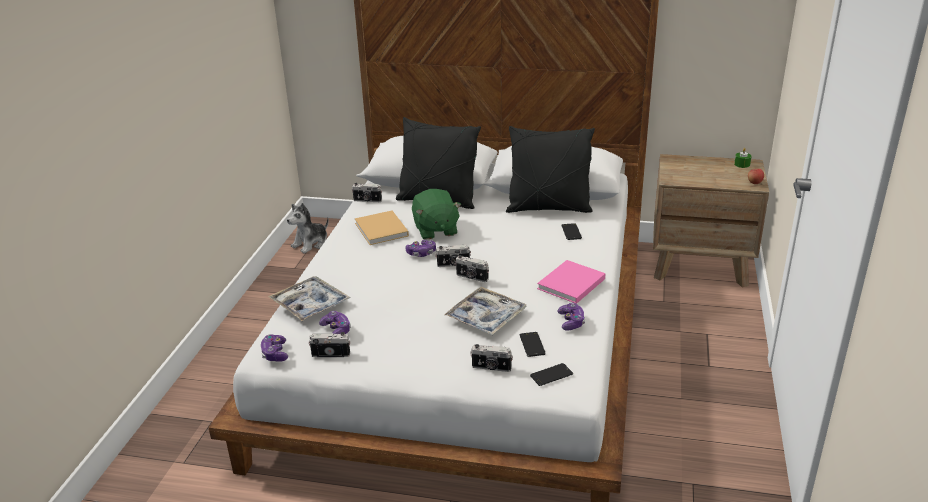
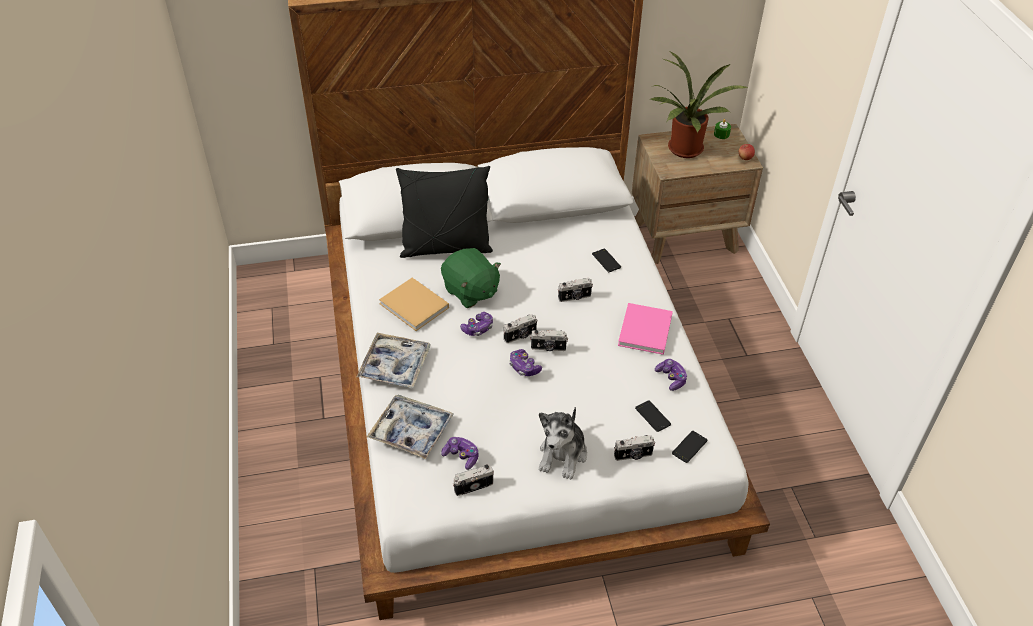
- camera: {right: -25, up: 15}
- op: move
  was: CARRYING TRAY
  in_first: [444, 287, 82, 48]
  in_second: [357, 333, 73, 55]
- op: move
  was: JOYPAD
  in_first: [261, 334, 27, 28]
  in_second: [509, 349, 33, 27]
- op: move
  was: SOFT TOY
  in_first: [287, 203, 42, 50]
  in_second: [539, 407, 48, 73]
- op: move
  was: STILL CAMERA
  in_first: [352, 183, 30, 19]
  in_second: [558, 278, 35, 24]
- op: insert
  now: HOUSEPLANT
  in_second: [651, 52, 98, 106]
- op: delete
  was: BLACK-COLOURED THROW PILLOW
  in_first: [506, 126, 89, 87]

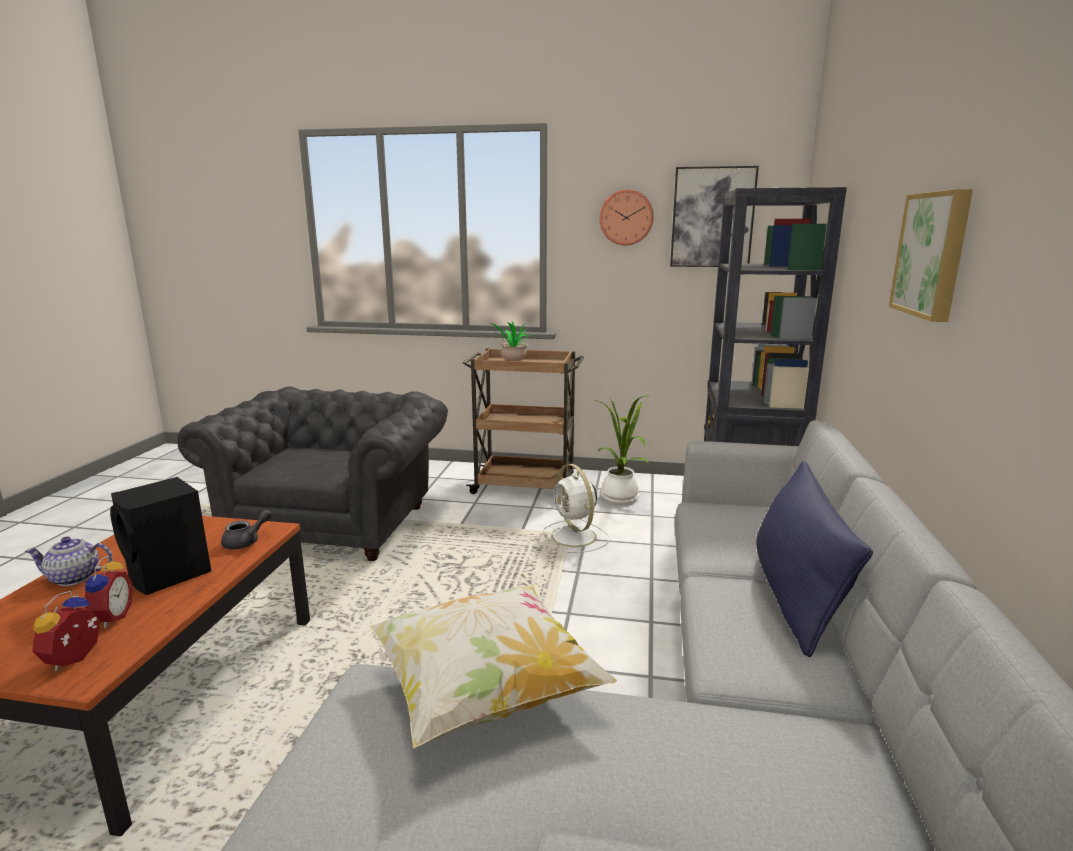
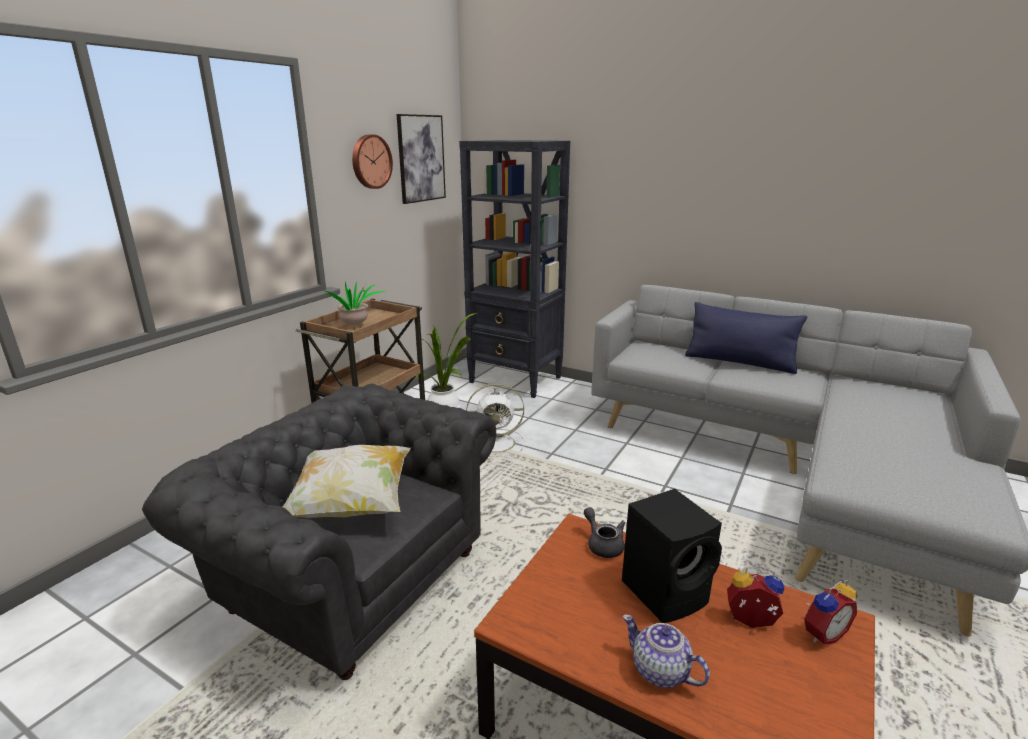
- camera: {right: -70, up: 5}
- op: move
  was: THROW PILLOW
  in_first: [369, 584, 248, 165]
  in_second: [283, 445, 128, 73]
- op: rotate
  was: POT FOR TEA
  in_first: [25, 537, 88, 49]
  in_second: [622, 614, 88, 74]
  clockwise: 120
- op: rotate
  was: ALARM CLOCK
  in_first: [32, 591, 68, 80]
  in_second: [804, 580, 53, 65]
  clockwise: -60
- op: delete
  was: WALL PICTURE
  in_first: [889, 189, 84, 133]

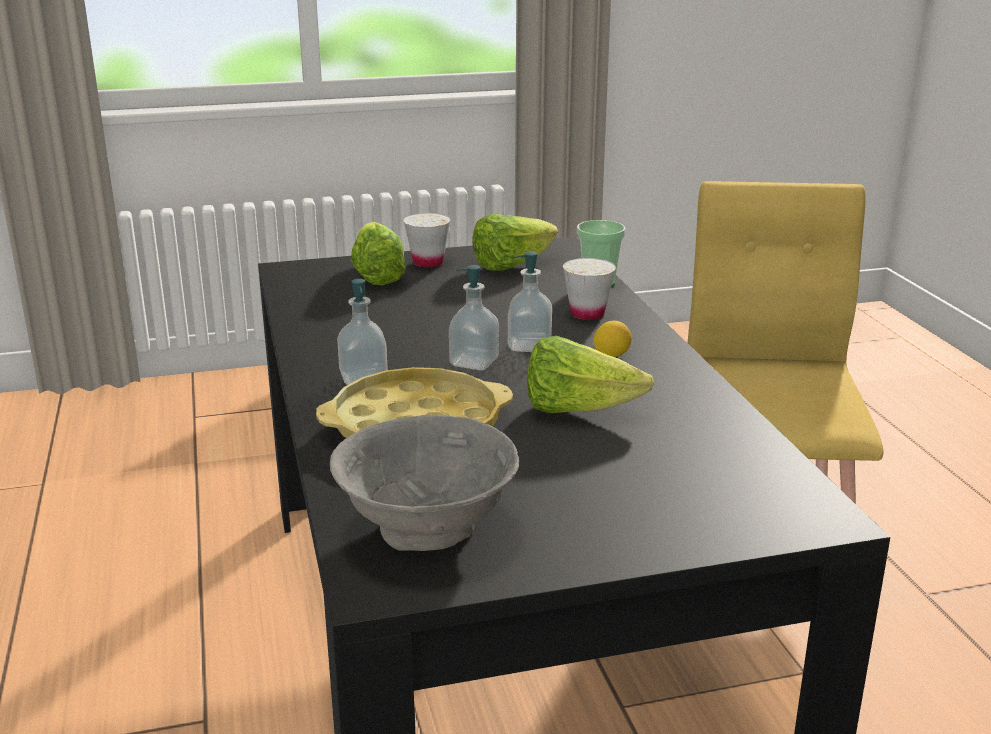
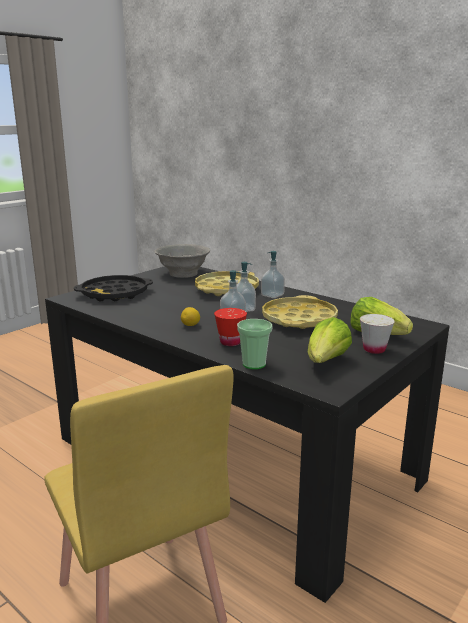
- camera: {right: 145, up: -5}
- op: insert
  now: BLACK-COLOURED CARRYING TRAY
  in_second: [74, 275, 79, 26]
- op: recolor
  was: WHITISH DRINKING CUP
  now: RED DRINKING CUP
  in_first: [563, 258, 53, 62]
  in_second: [214, 308, 33, 38]
- op: insert
  now: YELLOW CARRYING TRAY
  in_second: [262, 295, 76, 34]
- op: delete
  was: LETTUCE HEAD
  in_first: [528, 336, 126, 77]

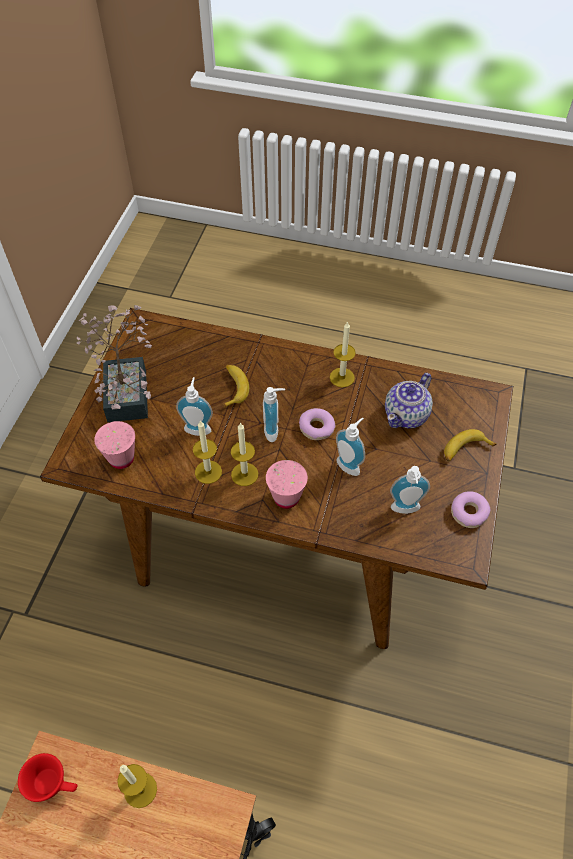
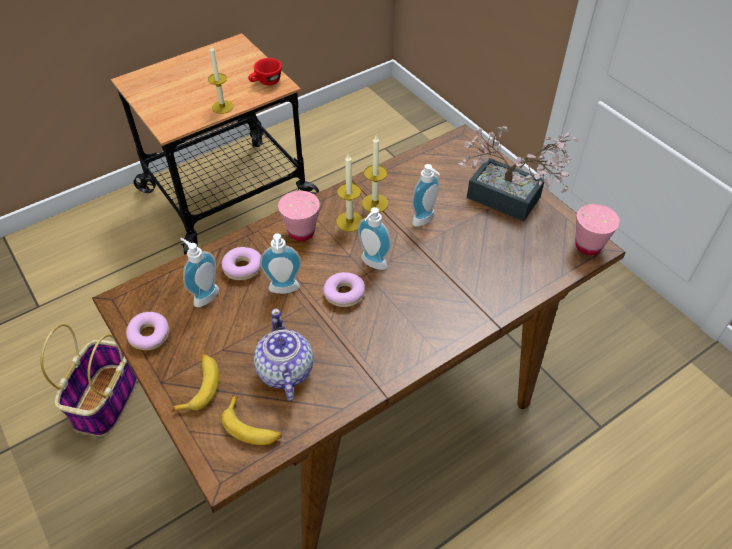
- camera: {right: 130, up: -5}
- op: insert
  now: HOUSEHOLD BASKET
  in_second: [40, 324, 97, 112]
- op: insert
  now: DONUT
  in_second: [222, 247, 39, 33]
- op: move
  was: WHOLE BANANA
  in_first: [224, 365, 25, 43]
  in_second: [222, 395, 60, 50]
- op: move
  was: PINK-COLOURED DRINKING CUP
  in_first: [94, 421, 41, 48]
  in_second: [576, 204, 44, 51]
- op: delete
  was: CANDLE
  in_first: [330, 321, 26, 66]

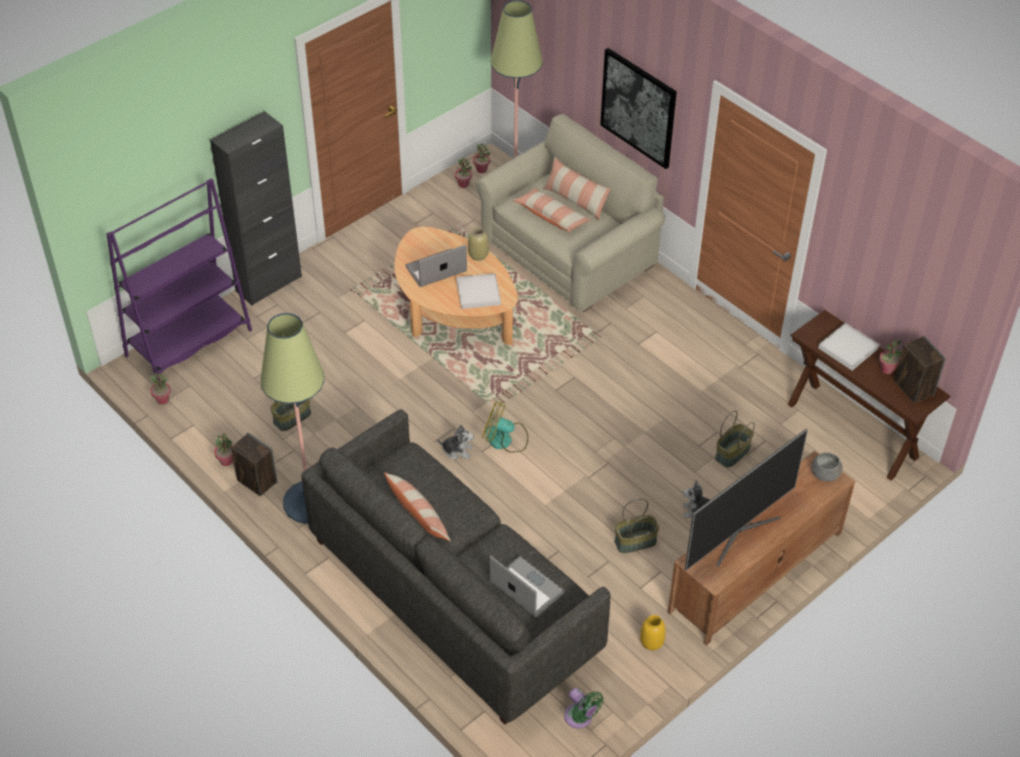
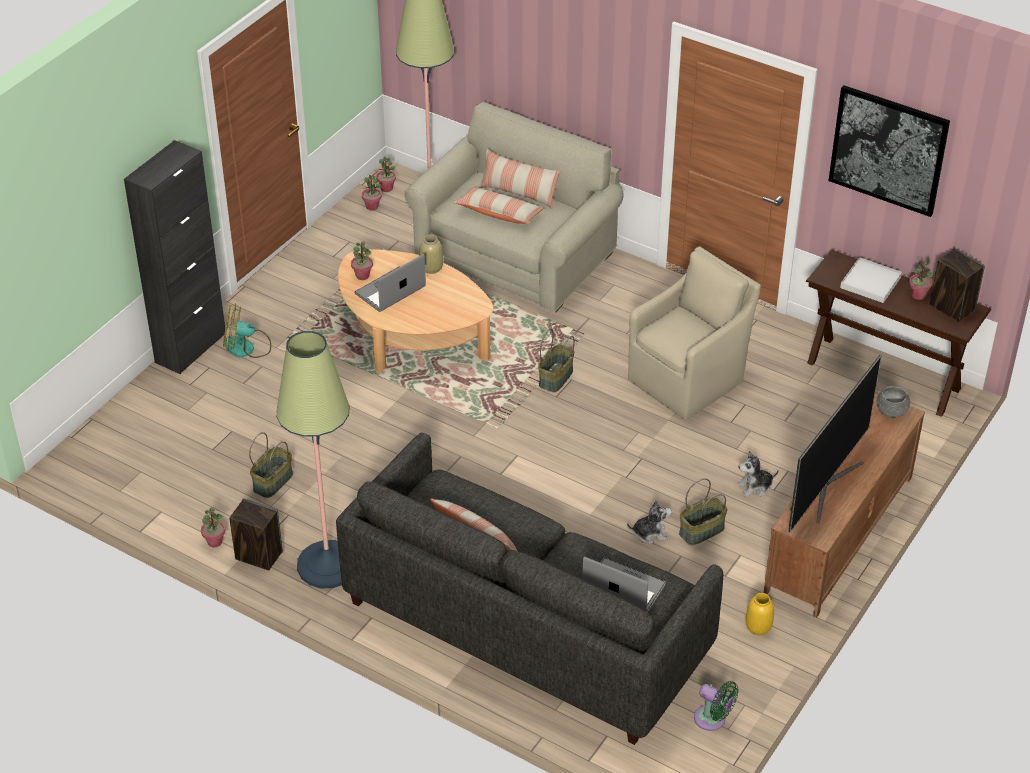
- camera: {right: -15, up: -5}
- op: move
  was: FAN
  in_first: [482, 400, 46, 53]
  in_second: [223, 303, 48, 55]
- op: move
  was: HOUSEPLANT
  in_first: [150, 373, 21, 32]
  in_second: [351, 241, 22, 39]
- op: move
  was: HOUSEHOLD BASKET
  in_first: [715, 410, 40, 58]
  in_second: [538, 328, 37, 64]
- op: move
  was: SOFT TOY
  in_first: [437, 424, 37, 36]
  in_second: [627, 500, 45, 44]
- op: insert
  now: BEIGE-COLOURED EASY CHAIR
  in_second: [628, 247, 133, 173]
- op: move
  was: WALL PICTURE
  in_first: [600, 48, 77, 121]
  in_second: [829, 85, 121, 132]
- op: delete
  was: PURPLE BOOKSHELF
  in_first: [107, 179, 145, 202]
- op: delete
  was: WHITISH CARRYING TRAY
  in_first: [456, 273, 45, 36]

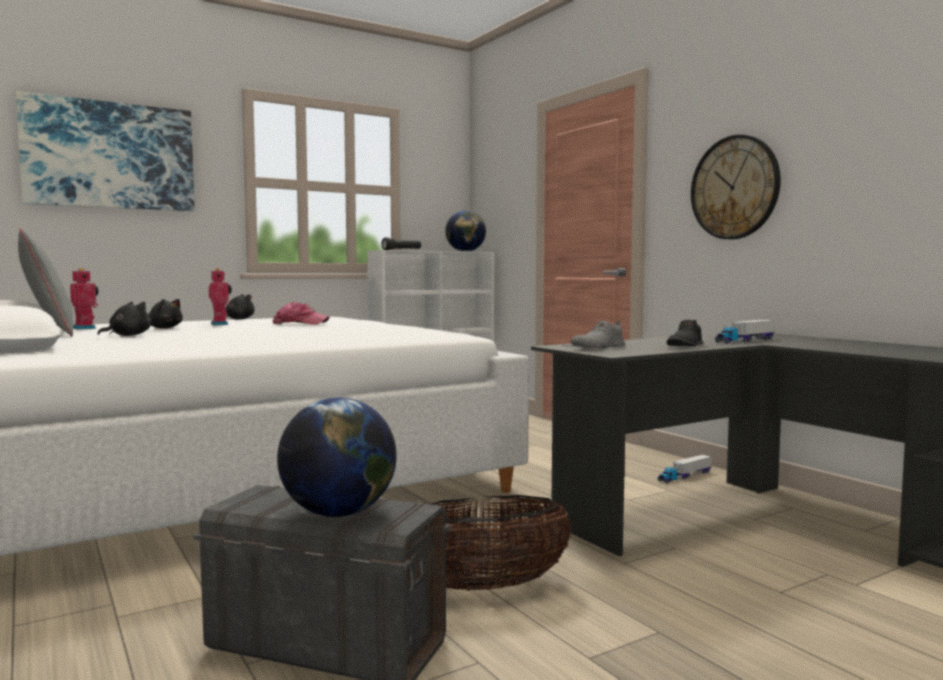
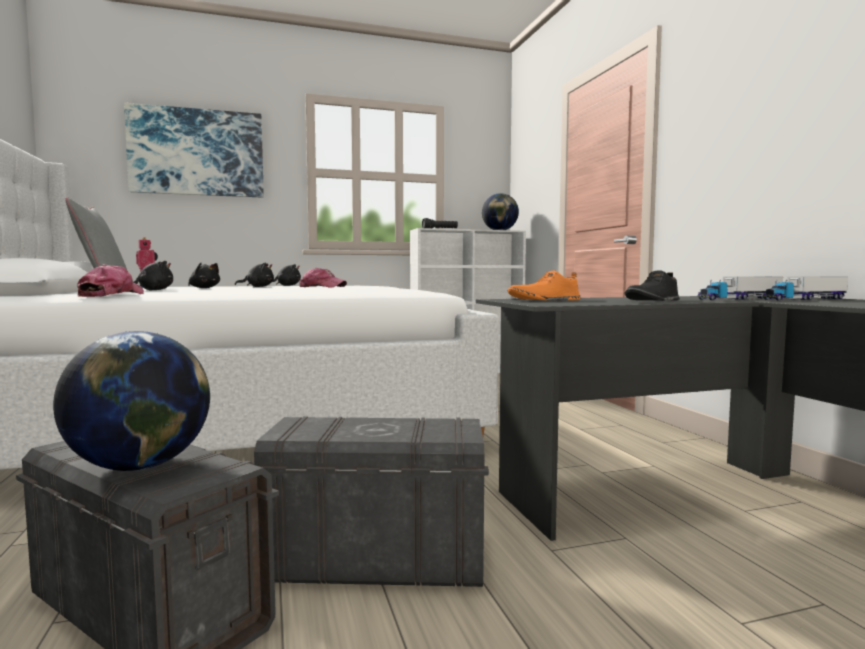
- camera: {right: 15, up: 0}
- op: insert
  now: BASEBALL CAP
  in_second: [77, 264, 67, 33]
- op: replace
  was: TOY ROBOT
  now: BLACK-COLOURED SOFT TOY
  in_first: [209, 268, 23, 57]
  in_second: [235, 263, 39, 24]
- op: replace
  was: HOUSEHOLD BASKET
  now: GREYISH STORAGE CONTAINER
  in_first: [431, 495, 141, 96]
  in_second: [254, 416, 235, 171]
- op: recolor
  was: GREYISH ITEM OF FOOTWEAR
  now: ORANGE ITEM OF FOOTWEAR
  in_first: [570, 321, 55, 27]
  in_second: [507, 271, 74, 29]
- op: move
  was: TOY TRUCK
  in_first: [657, 455, 55, 29]
  in_second: [763, 277, 85, 24]
- op: delete
  was: HANGING CLOCK
  in_first: [691, 135, 90, 104]

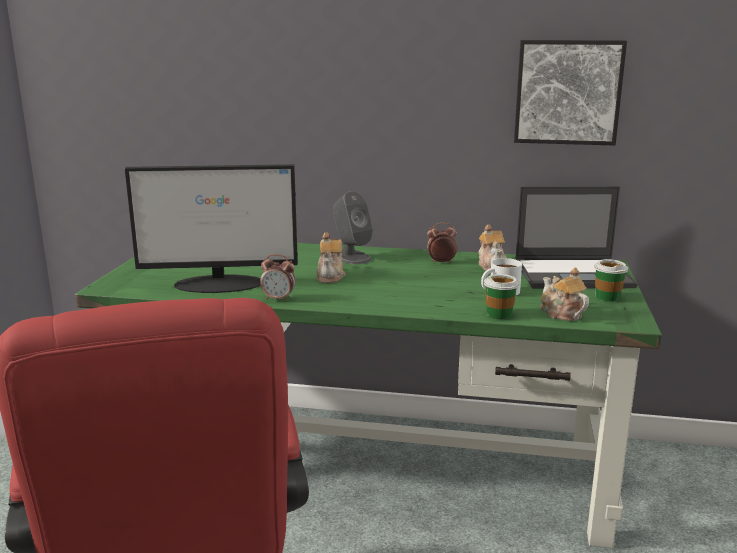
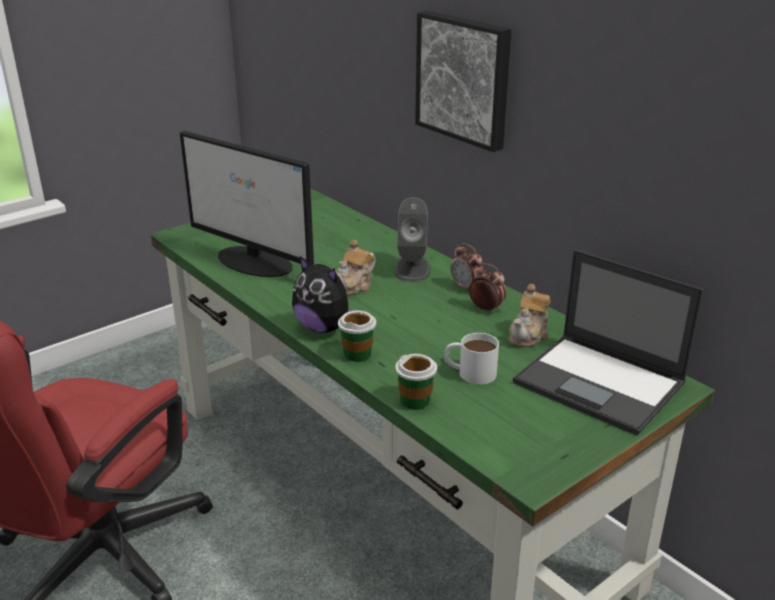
- camera: {right: 40, up: 10}
- op: insert
  now: SOFT TOY
  in_second: [292, 256, 67, 77]
- op: move
  was: DRINKING CUP
  in_first: [594, 259, 34, 43]
  in_second: [338, 311, 38, 51]
- op: move
  was: WALL PICTURE
  in_first: [514, 40, 113, 106]
  in_second: [415, 11, 96, 141]
- op: move
  was: ALARM CLOCK
  in_first: [260, 254, 35, 48]
  in_second: [451, 243, 32, 47]
- op: delete
  was: POT FOR TEA
  in_first: [541, 267, 48, 54]

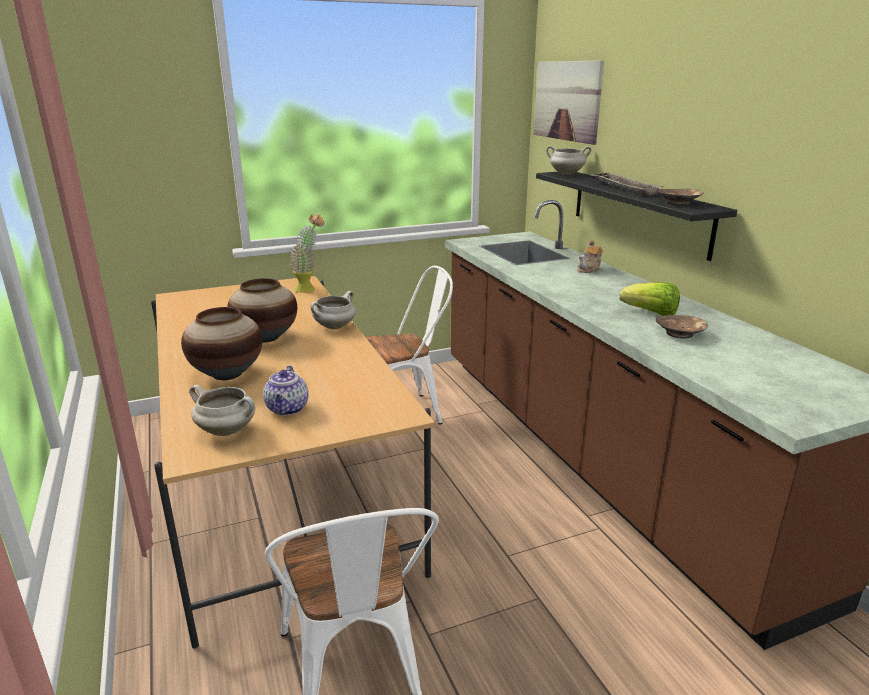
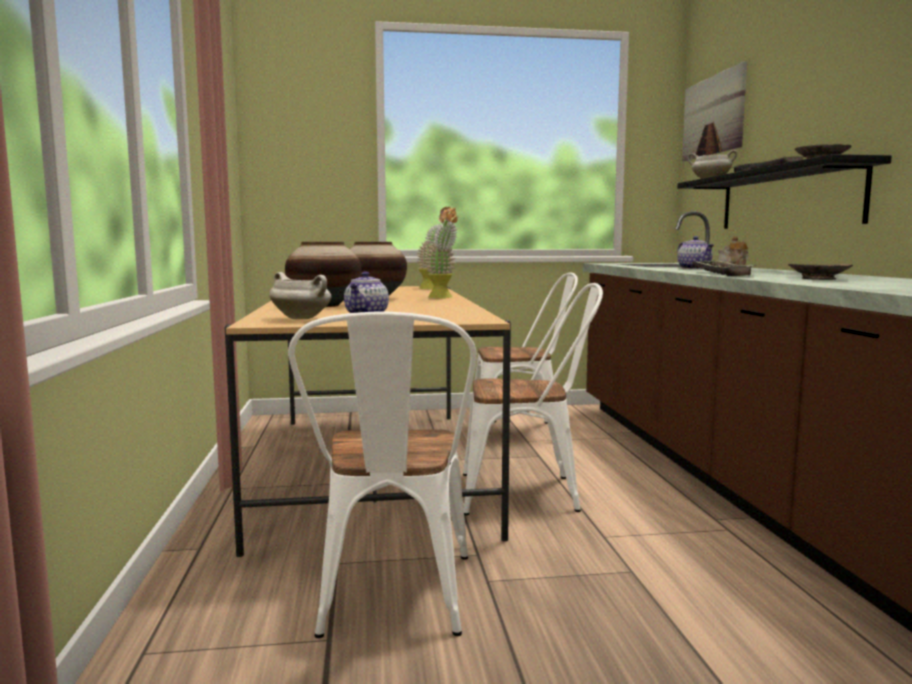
- camera: {right: 15, up: -15}
- op: replace
  was: WHITISH STOCKPOT
  now: HOUSEPLANT
  in_first: [310, 291, 46, 38]
  in_second: [425, 207, 33, 91]
- op: insert
  now: WHITISH UPRIGHT CHAIR
  in_second: [463, 283, 140, 233]
- op: insert
  now: POT FOR TEA
  in_second: [677, 236, 37, 33]
- op: insert
  now: CARRYING TRAY
  in_second: [693, 261, 64, 15]
- op: delete
  was: LETTUCE HEAD
  in_first: [620, 282, 60, 34]

